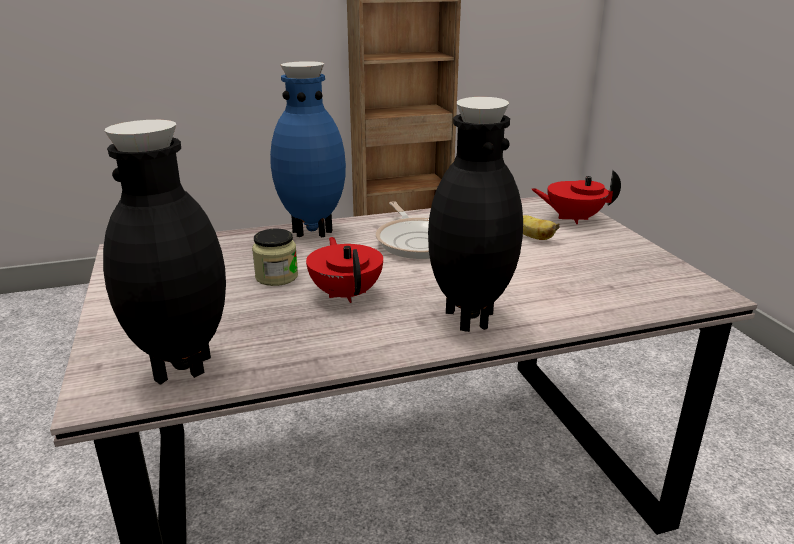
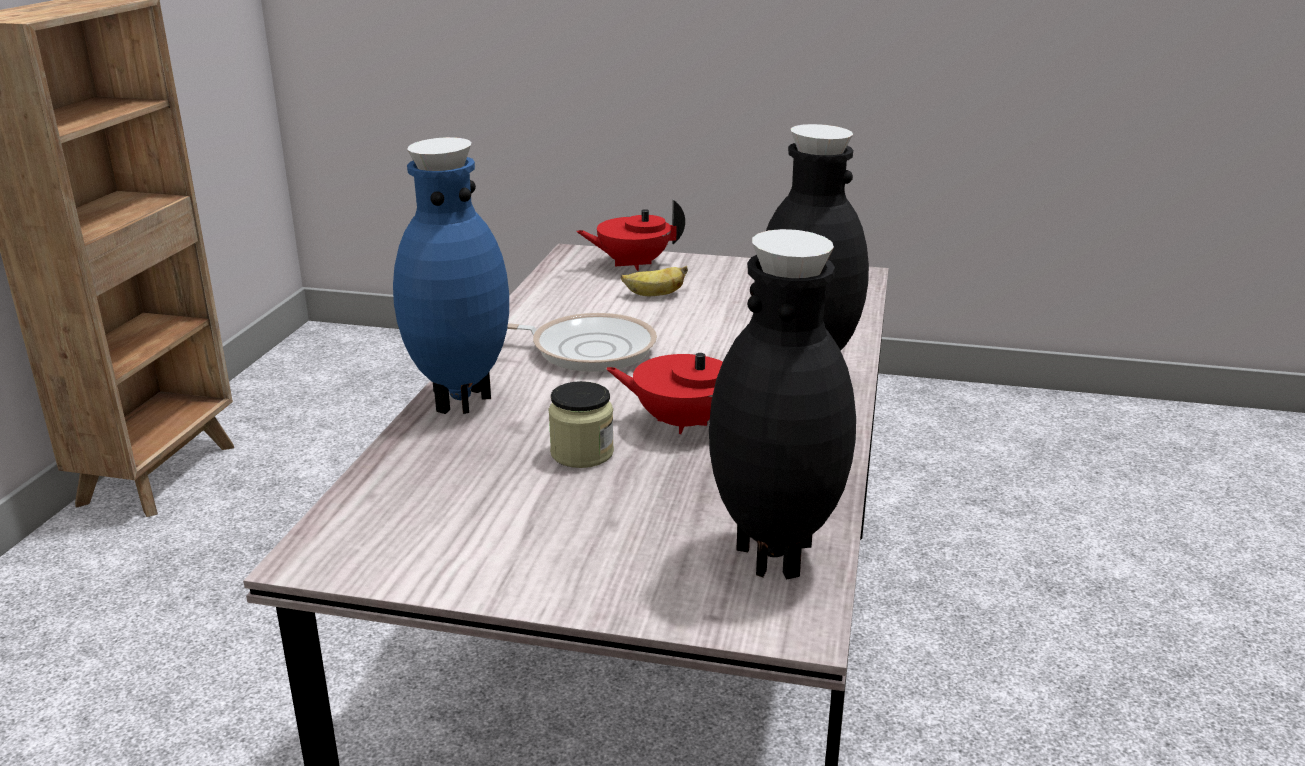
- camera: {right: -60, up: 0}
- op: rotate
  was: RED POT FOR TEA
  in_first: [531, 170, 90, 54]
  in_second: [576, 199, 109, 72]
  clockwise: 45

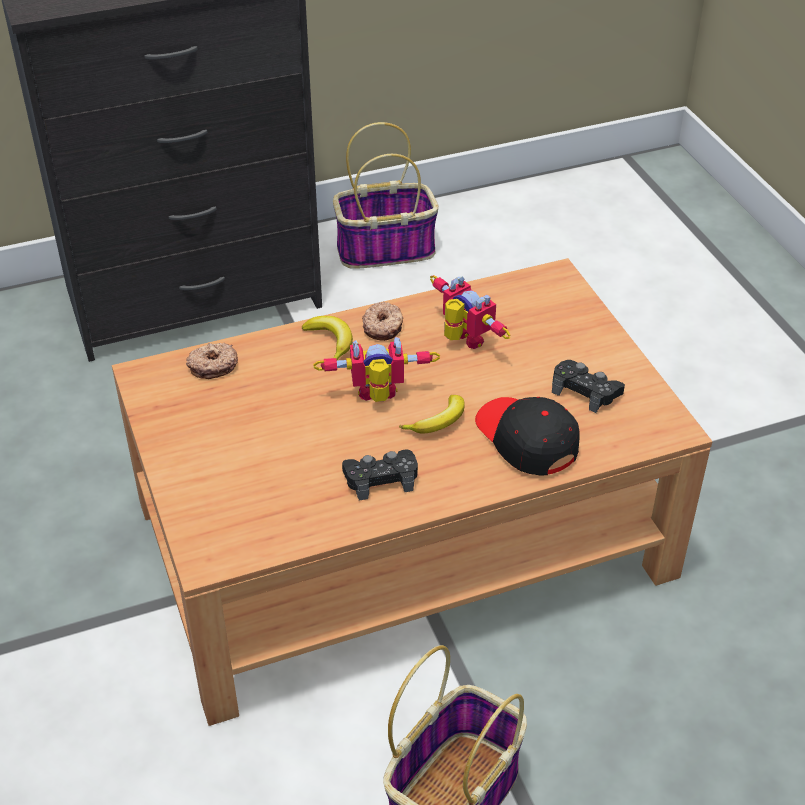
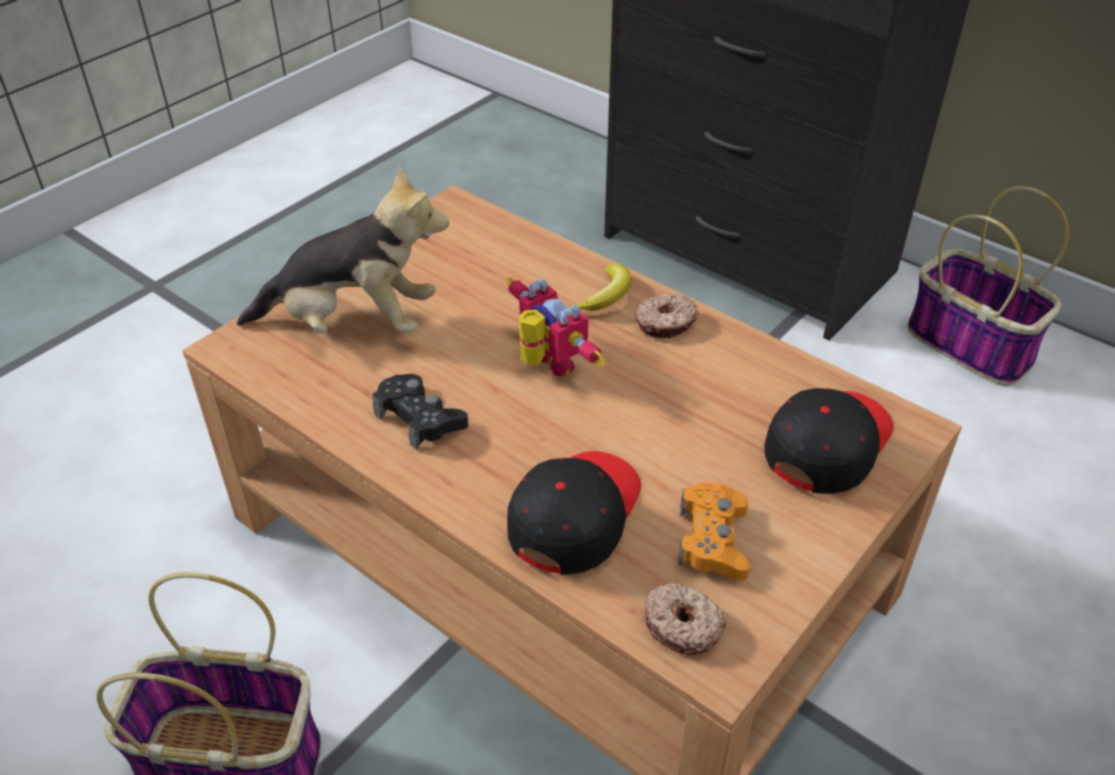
- camera: {right: 60, up: 0}
- op: insert
  now: SOFT TOY
  in_second: [237, 164, 212, 169]
- op: move
  was: DONUT
  in_first: [186, 343, 52, 36]
  in_second: [645, 583, 82, 72]
- op: recolor
  was: BLACK-COLOURED JOYPAD
  now: ORANGE JOYPAD
  in_first: [552, 360, 73, 53]
  in_second: [678, 482, 72, 99]
- op: insert
  now: BLACK-COLOURED BASEBALL CAP
  in_second: [764, 388, 129, 106]
- op: delete
  was: WHOLE BANANA
  in_first: [399, 395, 66, 39]
- op: delete
  was: TOY ROBOT
  in_first: [430, 275, 80, 74]

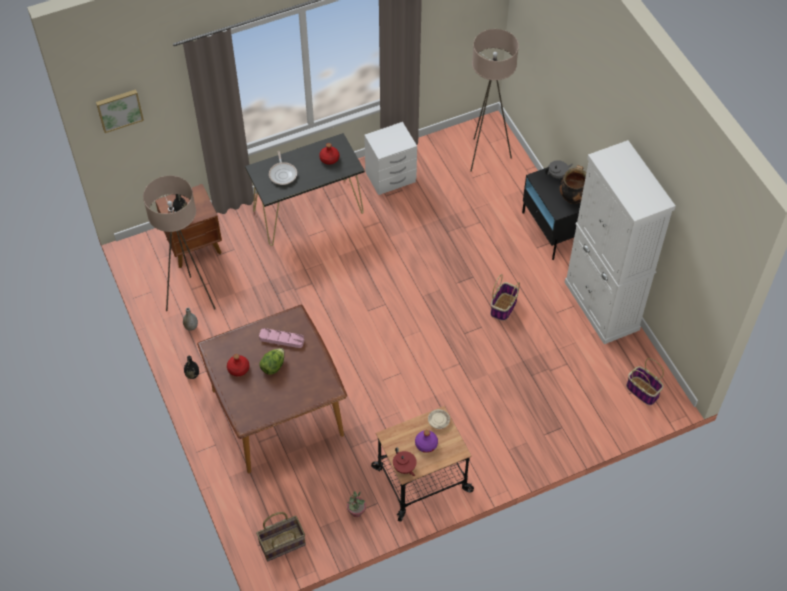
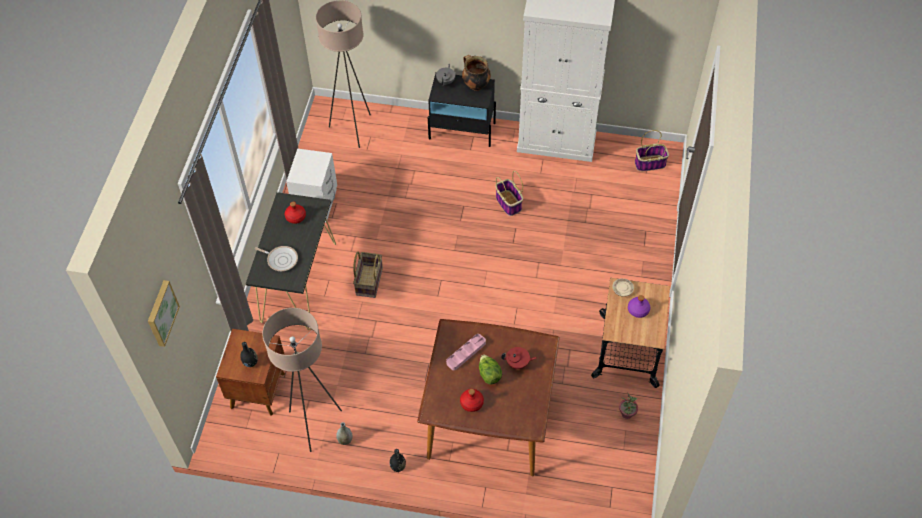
- camera: {right: -55, up: 0}
- op: move
  was: HOUSEHOLD BASKET
  in_first: [256, 512, 50, 49]
  in_second: [353, 252, 30, 46]
- op: move
  was: RED POT FOR TEA
  in_first: [393, 447, 24, 29]
  in_second: [501, 347, 36, 22]

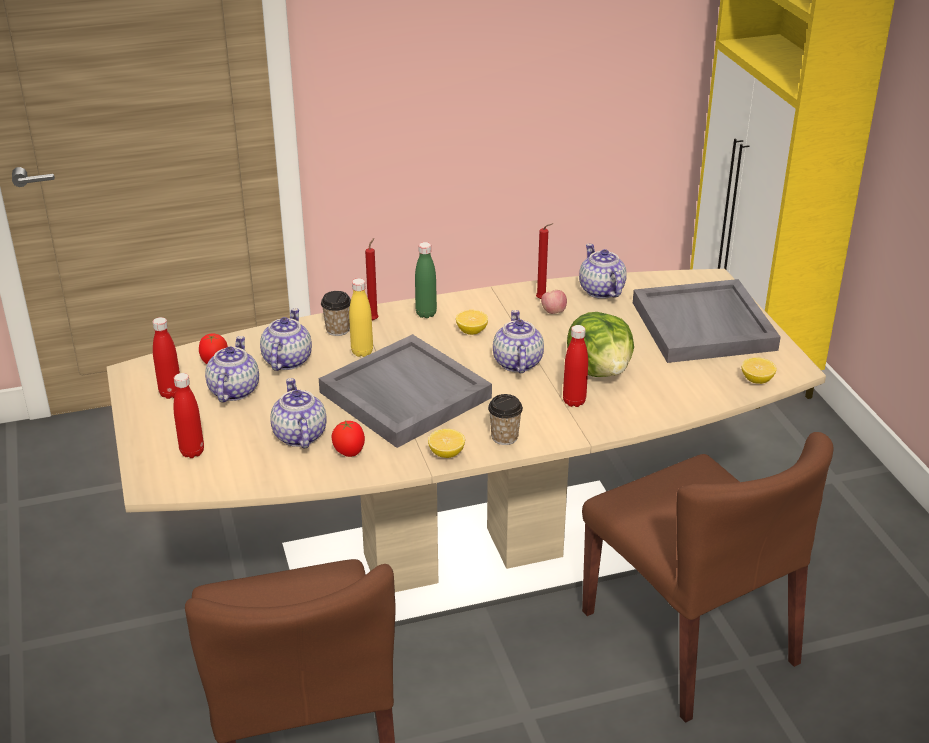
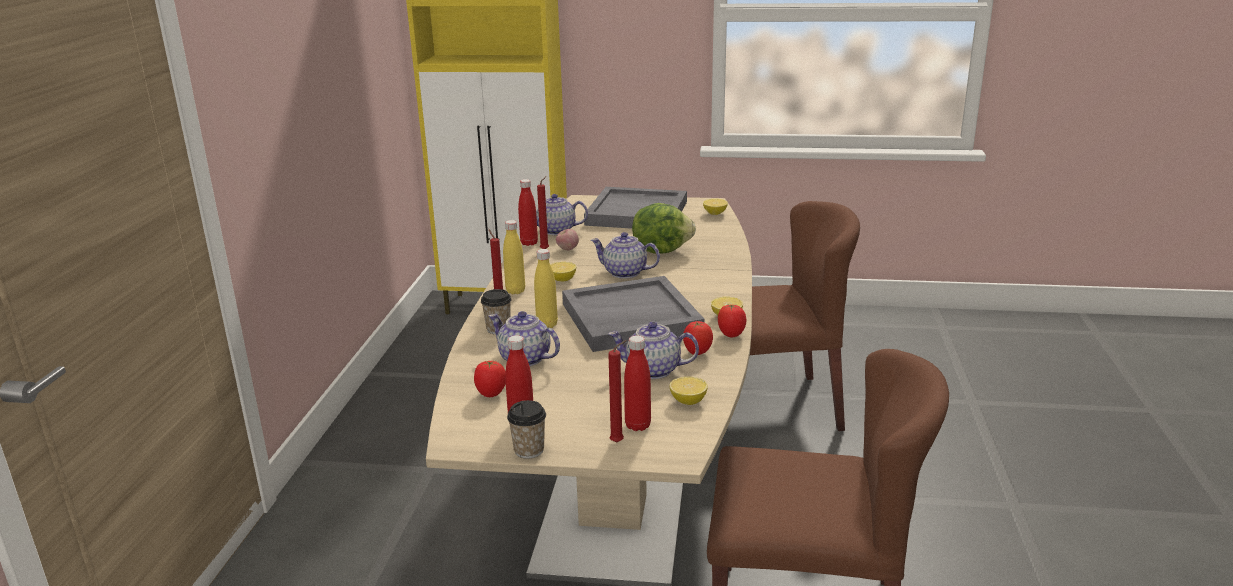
- camera: {right: -65, up: -10}
- op: recolor
  was: GREEN BOTTLE
  now: YELLOW BOTTLE
  in_first: [415, 242, 22, 76]
  in_second: [503, 220, 22, 74]
- op: move
  was: DRINKING CUP
  in_first: [488, 394, 35, 51]
  in_second: [507, 400, 39, 59]
- op: move
  was: RED BOTTLE
  in_first: [563, 325, 25, 82]
  in_second: [518, 179, 20, 67]
- op: insert
  now: RED CANDLE
  in_second: [608, 340, 18, 103]
- op: insert
  now: LEMON
  in_second: [670, 377, 38, 28]
- op: insert
  now: TOMATO
  in_second: [718, 304, 28, 34]
- op: delete
  was: POT FOR TEA
  in_first: [205, 336, 54, 66]

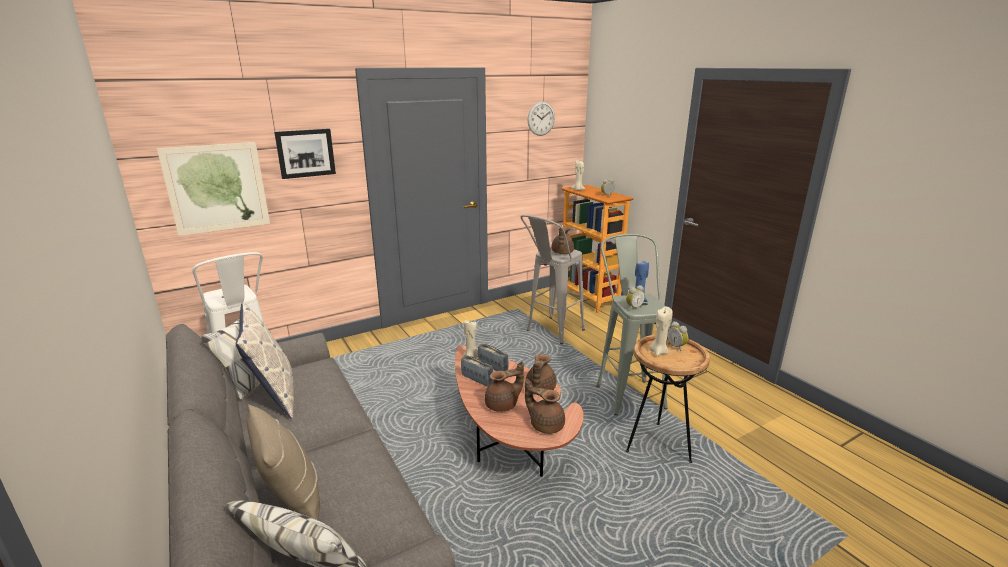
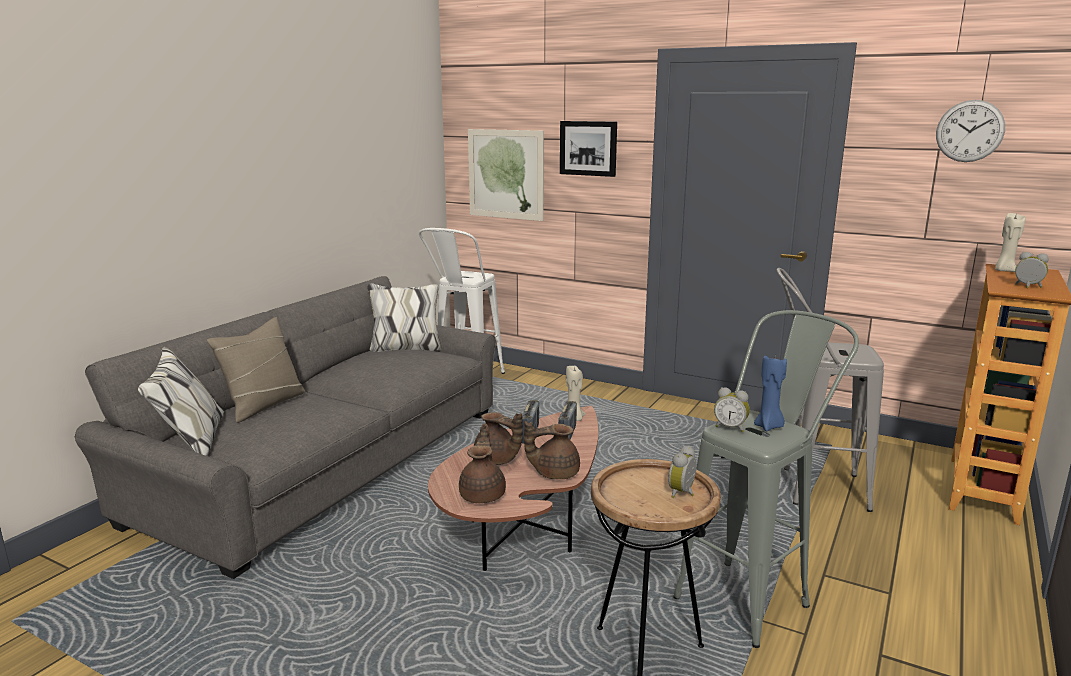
- camera: {right: 60, up: -5}
- op: delete
  was: THROW PILLOW
  in_first: [236, 302, 58, 117]
- op: delete
  was: BROWN POT FOR TEA
  in_first: [551, 227, 23, 27]
- op: delete
  was: BEIGE-COLOURED CANDLE
  in_first: [649, 306, 24, 50]

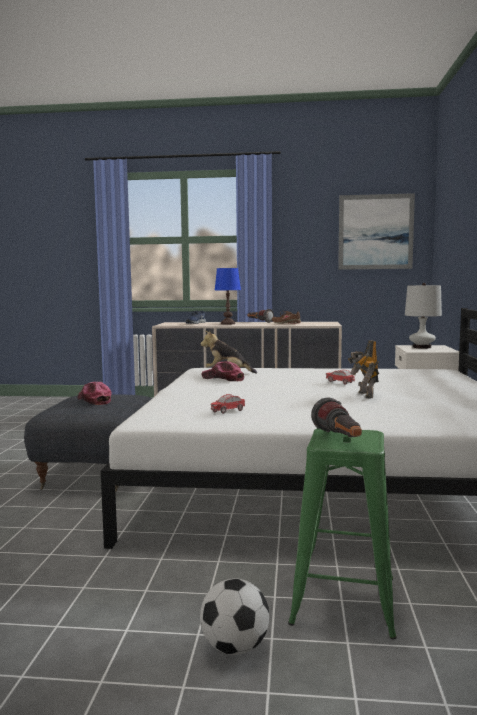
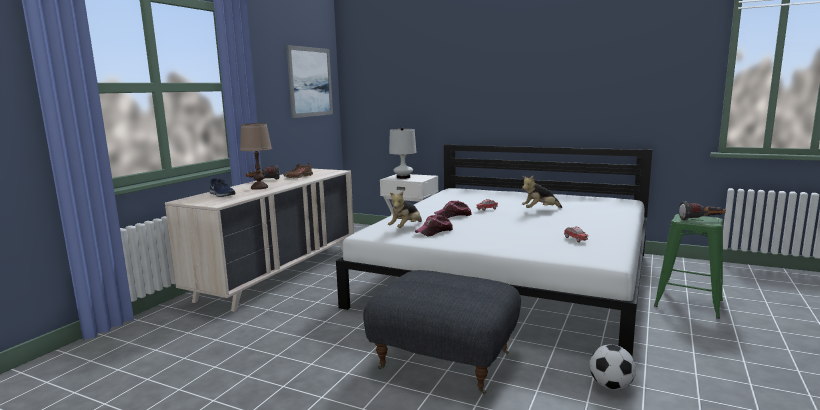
- camera: {right: -70, up: 5}
- op: recolor
  was: BLUE-COLOURED TABLE LAMP
  now: BROWN TABLE LAMP
  in_first: [214, 268, 27, 57]
  in_second: [240, 123, 32, 67]
- op: move
  was: BASEBALL CAP
  in_first: [78, 382, 34, 23]
  in_second: [434, 201, 38, 17]
- op: replace
  was: TOY ROBOT
  now: SOFT TOY
  in_first: [348, 340, 31, 59]
  in_second: [522, 176, 40, 32]
- op: move
  was: BALL FOR FOOTBALL
  in_first: [200, 578, 69, 77]
  in_second: [589, 344, 47, 46]

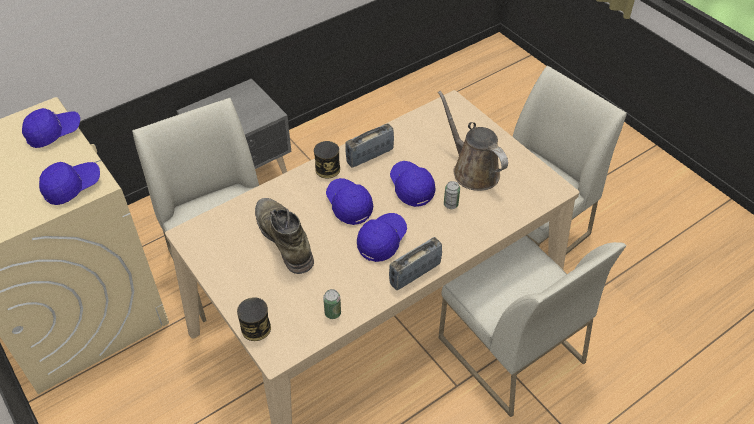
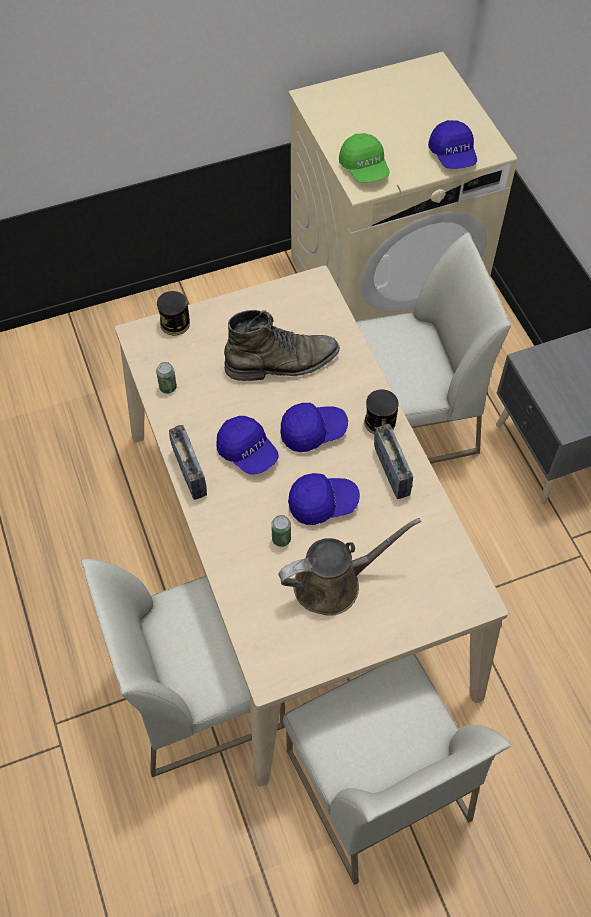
- camera: {right: 105, up: 10}
- op: recolor
  was: BLUE-COLOURED BASEBALL CAP
  now: GREEN BASEBALL CAP
  in_first: [39, 162, 61, 43]
  in_second: [339, 133, 51, 50]

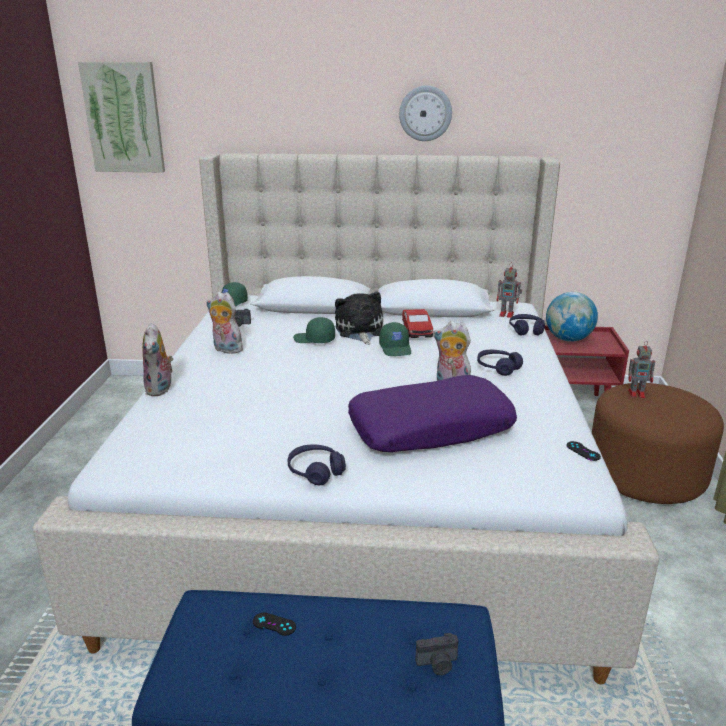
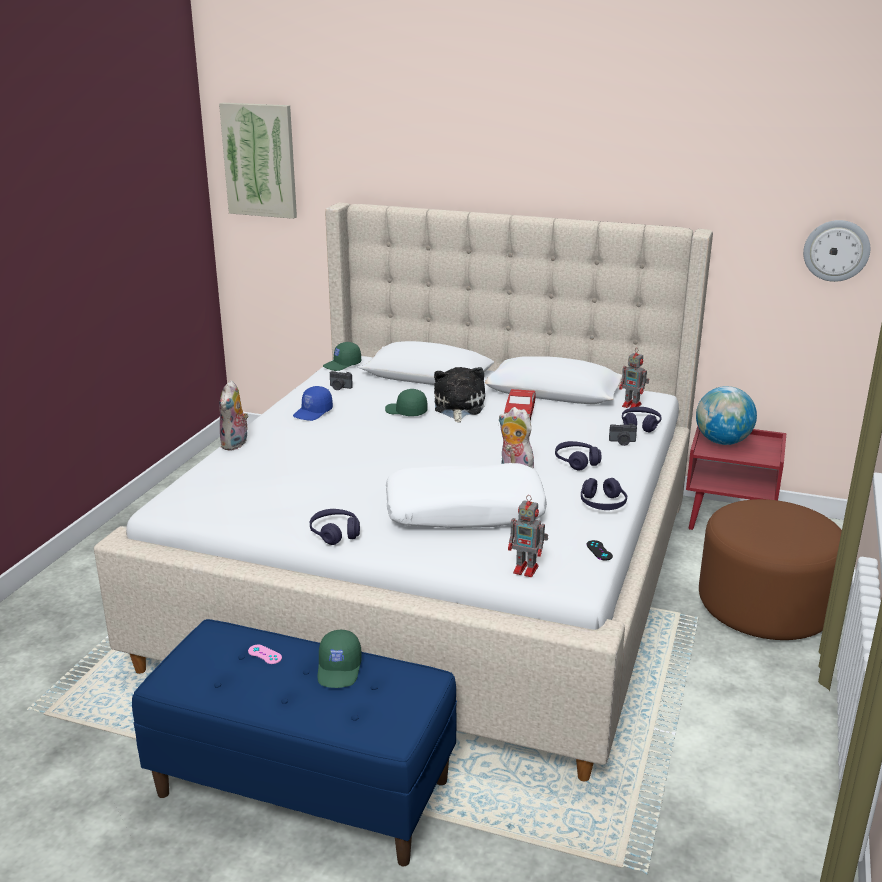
- camera: {right: 15, up: 0}
- op: recolor
  was: BLACK-COLOURED JOYPAD
  now: PINK-COLOURED JOYPAD
  in_first: [253, 613, 43, 23]
  in_second: [248, 645, 34, 19]
- op: replace
  was: SOFT TOY
  now: BLUE-COLOURED BASEBALL CAP
  in_first: [206, 292, 37, 62]
  in_second: [293, 386, 40, 35]
- op: move
  was: GREEN BASEBALL CAP
  in_first: [379, 322, 32, 34]
  in_second: [317, 630, 45, 58]
- op: recolor
  was: PURPLE THROW PILLOW
  now: WHITISH THROW PILLOW
  in_first: [348, 375, 169, 77]
  in_second: [386, 463, 161, 65]
- op: move
  was: TOY ROBOT
  in_first: [628, 341, 27, 57]
  in_second: [508, 495, 40, 82]
- op: insert
  now: PURPLE PAIR OF HEADPHONES
  in_second: [581, 478, 46, 32]
- op: move
  was: STILL CAMERA
  in_first: [415, 633, 43, 42]
  in_second: [609, 423, 28, 23]
- op: move
  was: HANGING CLOCK
  in_first: [399, 85, 53, 56]
  in_second: [803, 220, 67, 62]

